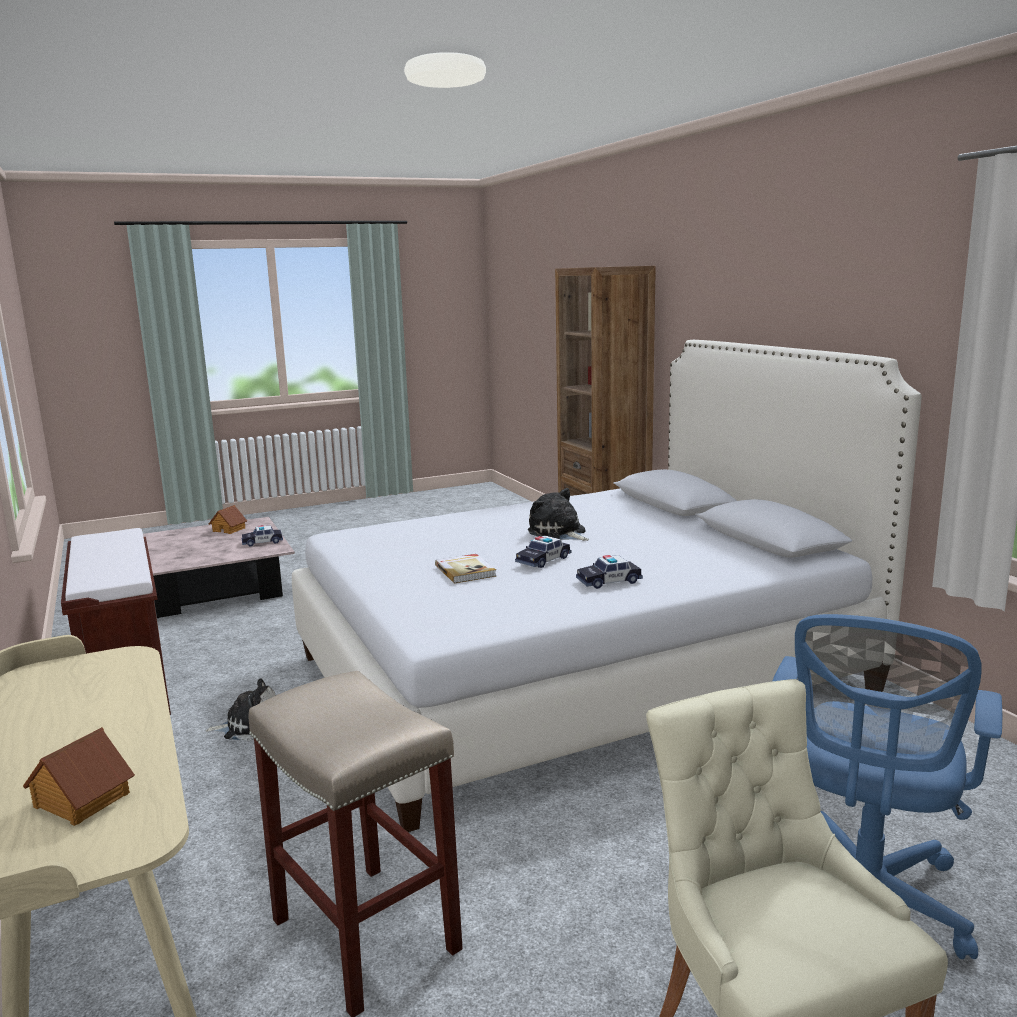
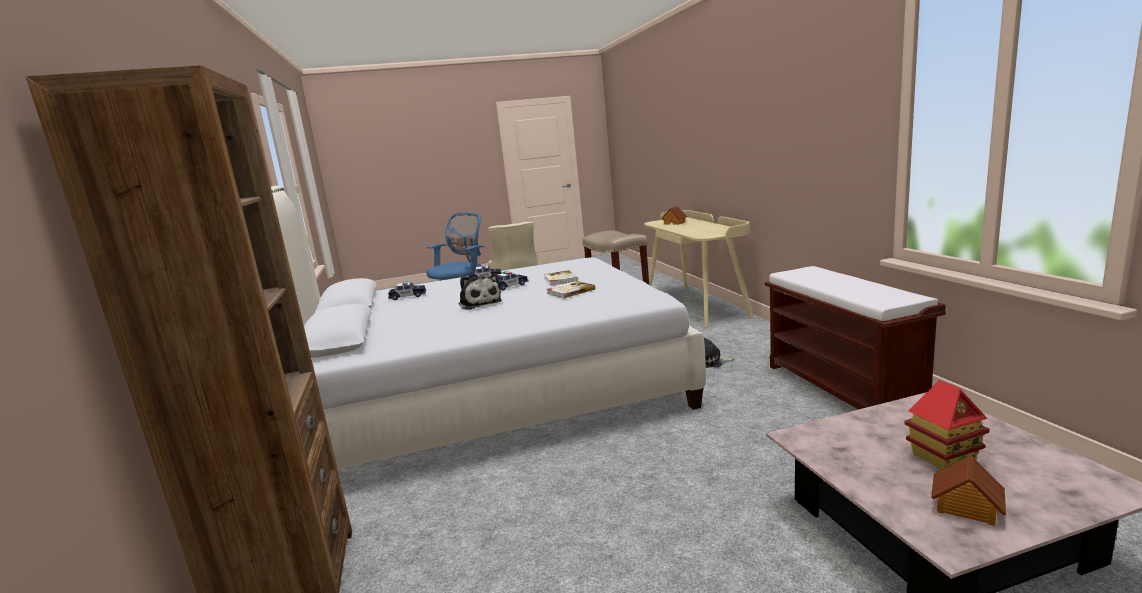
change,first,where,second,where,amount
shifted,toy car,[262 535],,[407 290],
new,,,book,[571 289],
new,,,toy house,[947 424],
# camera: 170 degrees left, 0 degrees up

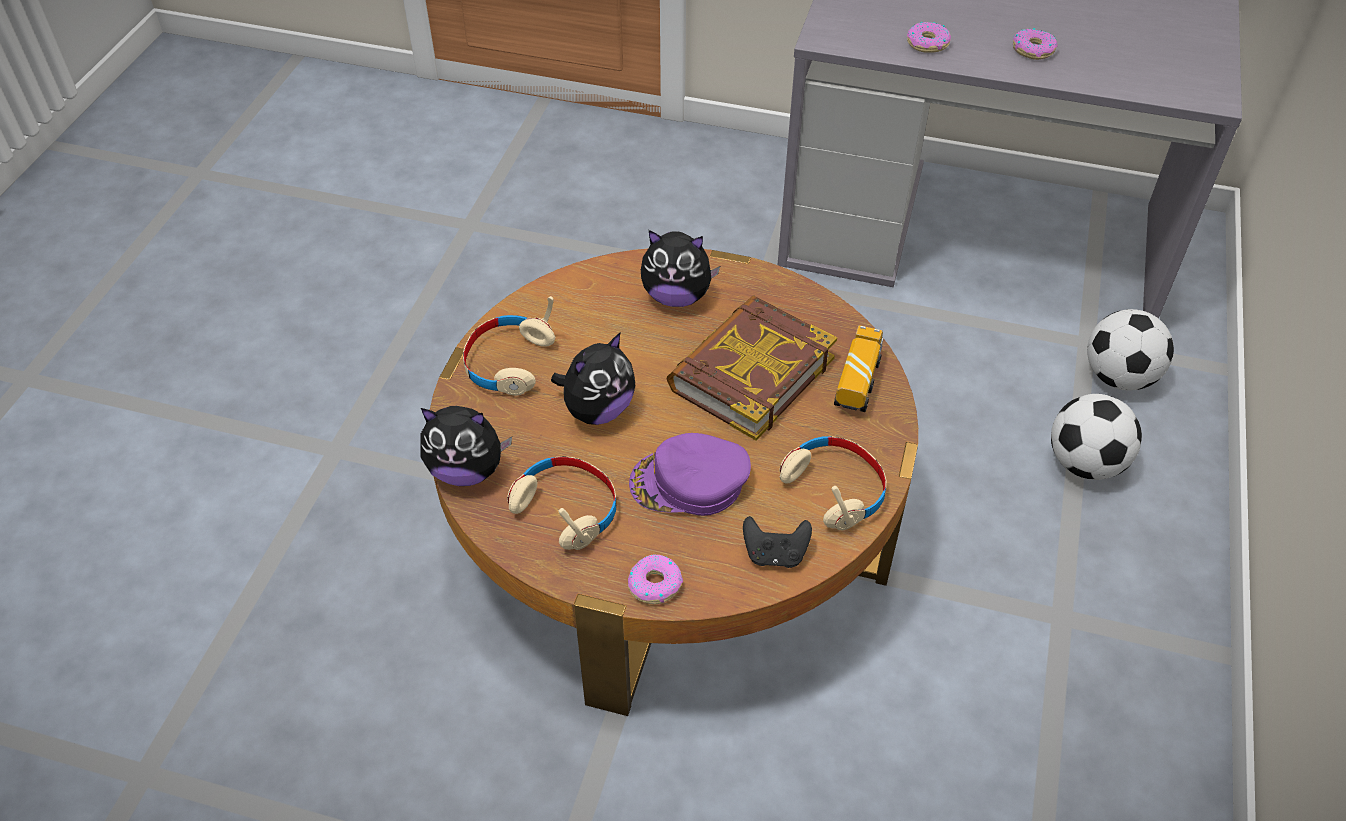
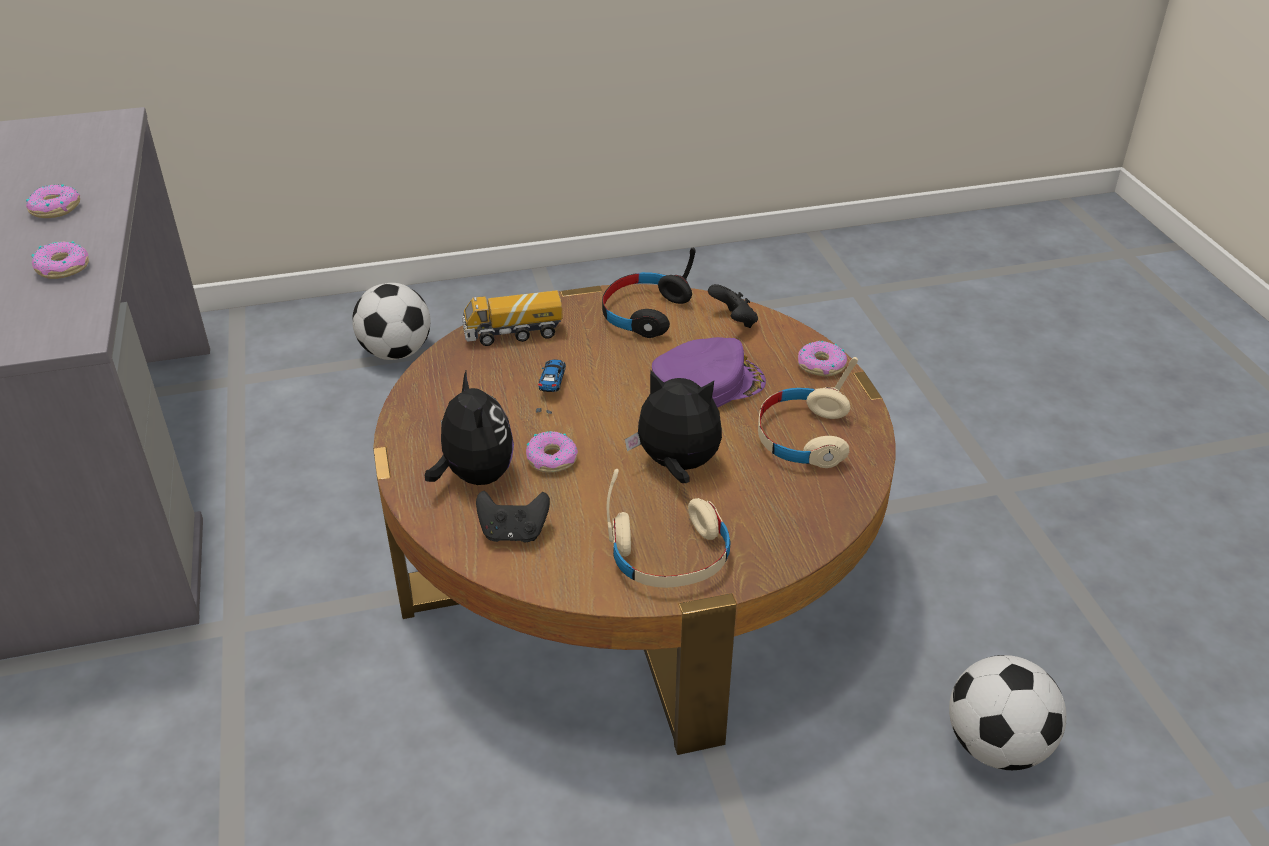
change,first,where,second,where,amount
gone,plush toy,[466 446],,,
rotated,cap (purple),[690 474],,[709 372],75 degrees counterclockwise
swapped,book,[751 368],toy car,[551 387],
repainted,headphones (beige),[832 483],headphones (black),[649 293],
shifted,football,[1130 350],,[1008 712],
new,,,game controller (black),[513 516],
new,,,donut,[552 452],
# camera: 120 degrees left, 10 degrees down

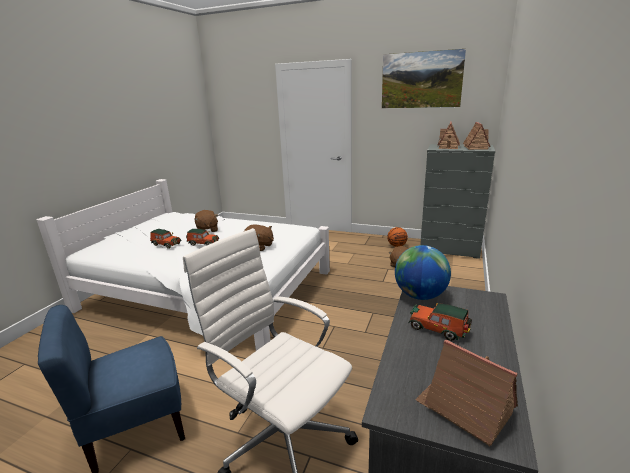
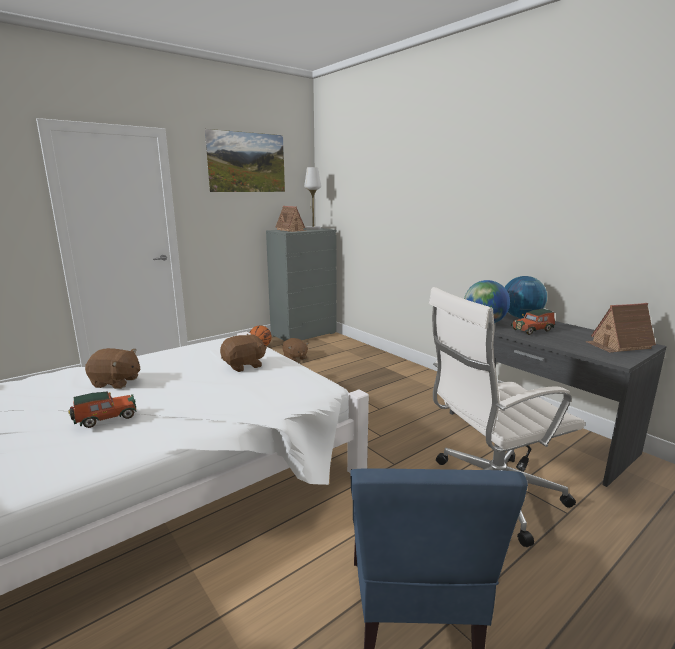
change,first,where,second,where,amount
gone,toy car,[202 237],,,
swapped,toy house,[477 136],table lamp (white),[312 198],
new,,,globe,[525 297],
# camera: 60 degrees left, 5 degrees down

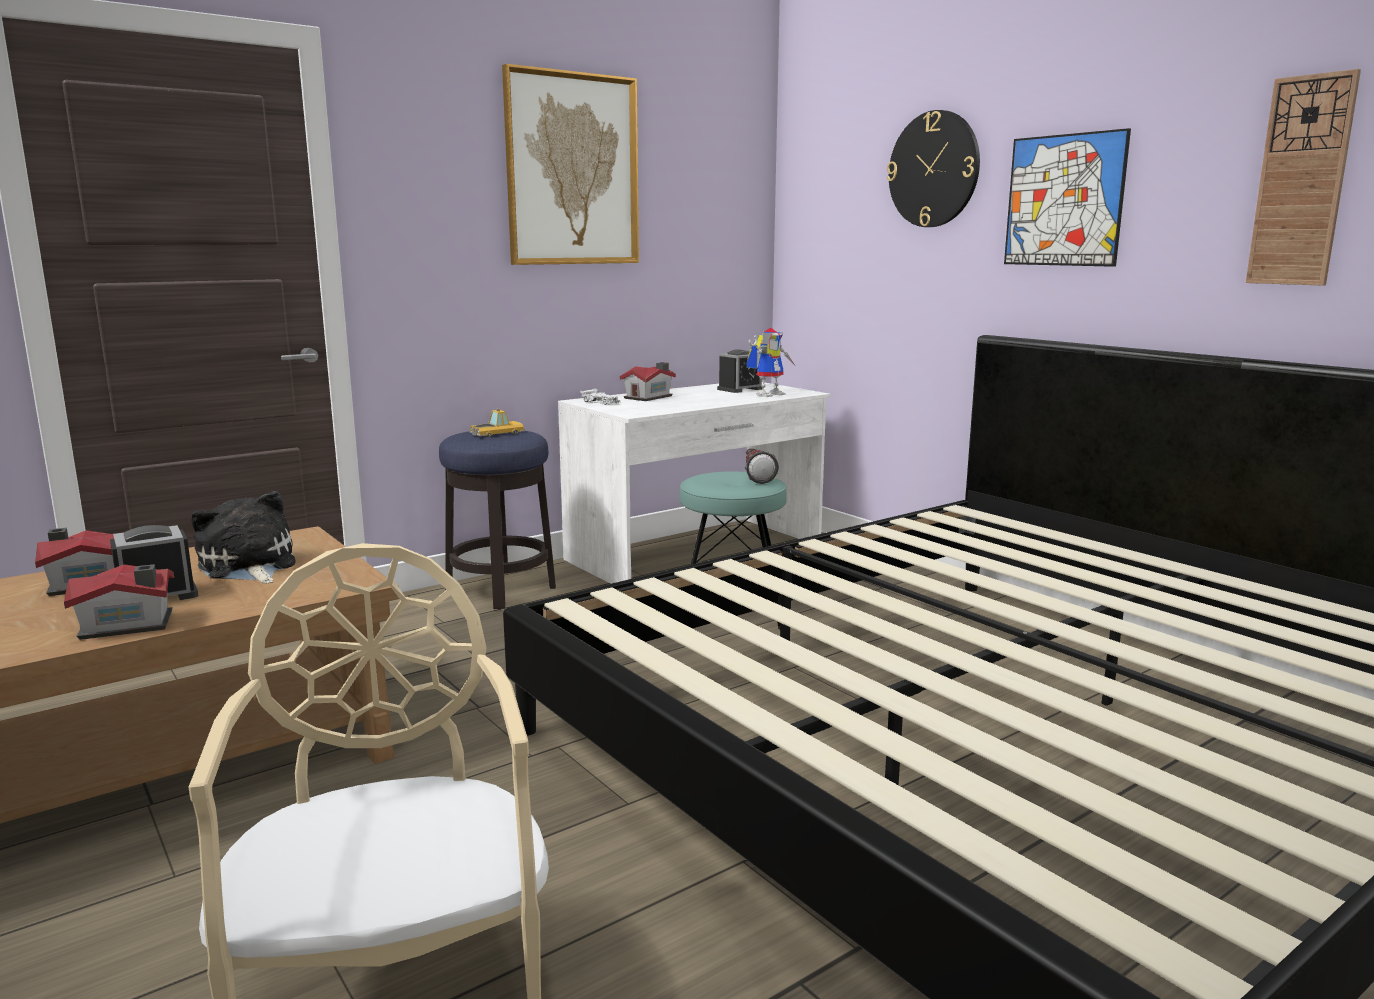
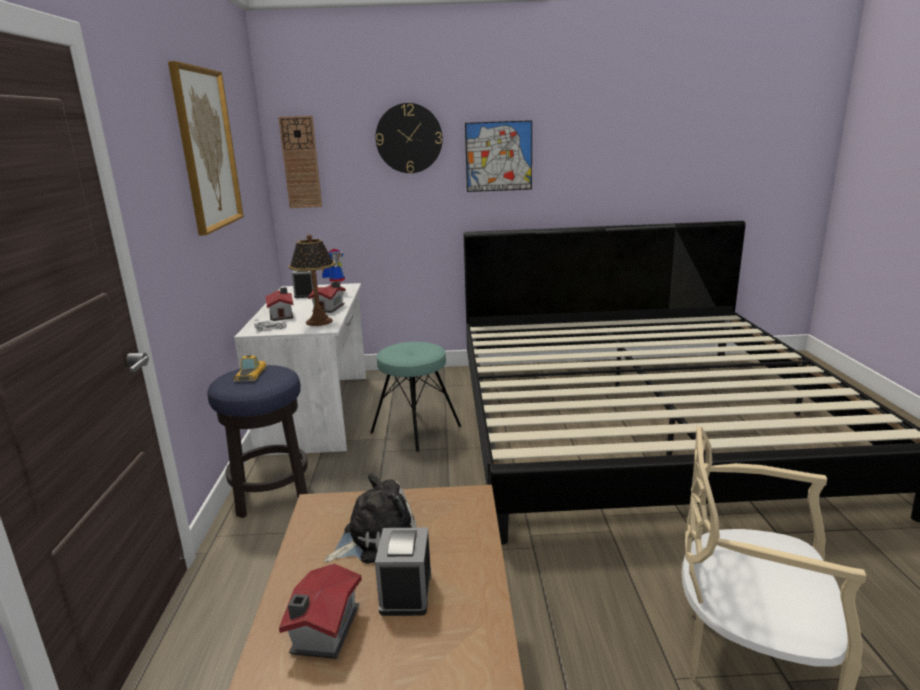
change,first,where,second,where,amount
shifted,toy house,[119 602],,[327 297],
rotated,plush toy,[243 537],,[370 518],150 degrees clockwise
gone,flashlight,[762 466],,,
shifted,wall clock,[1303 177],,[300 162],
new,,,table lamp,[312 280],
# camera: 55 degrees left, 5 degrees up

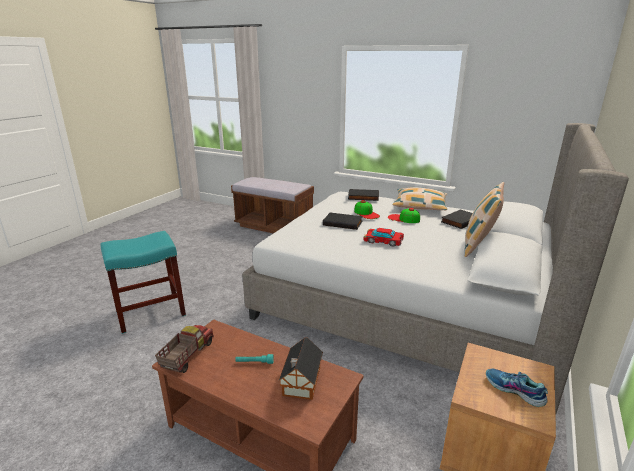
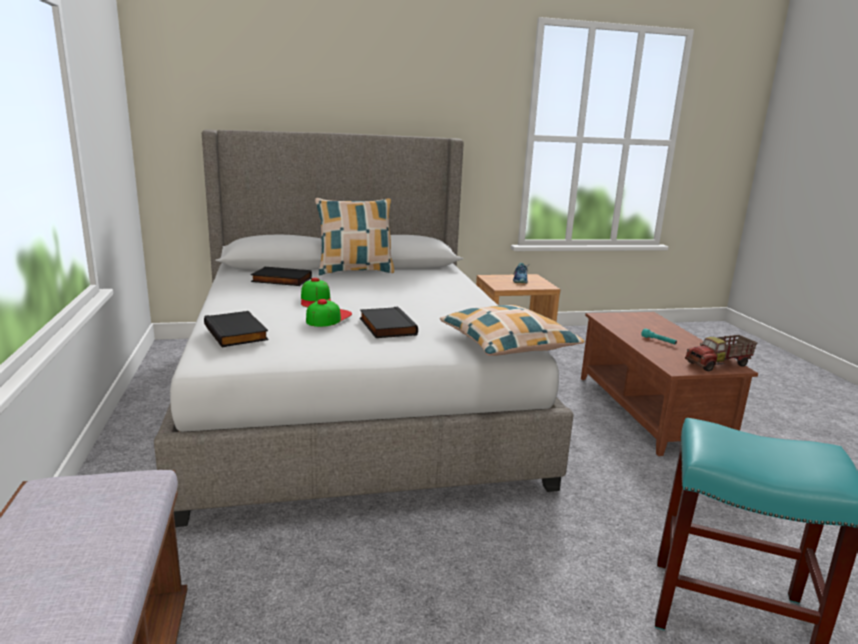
change,first,where,second,where,amount
gone,toy house,[301 368],,,
gone,toy car,[383 237],,,
shifted,pillow,[420 199],,[512 330],
# camera: 130 degrees left, 5 degrees down

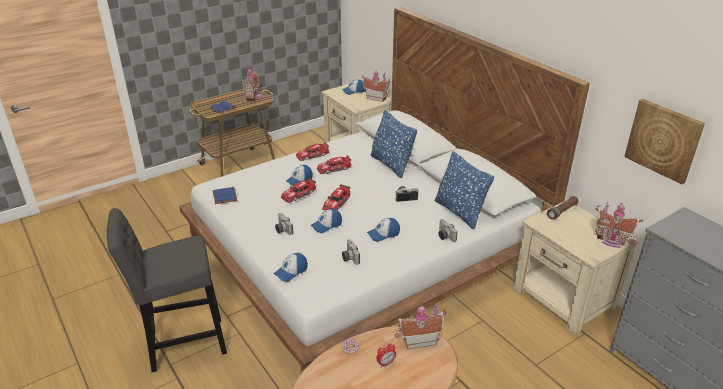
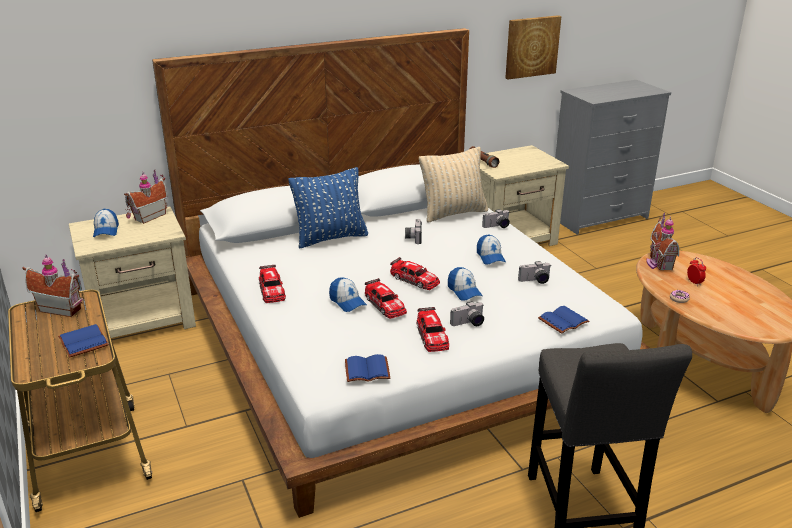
change,first,where,second,where,amount
swapped,cap,[291 267],book (blue),[564 320],
shifted,toy car,[334 164],,[433 329],
repainted,pillow (blue),[464 190],pillow (beige),[453 185],
gone,toy house,[619 224],,,
# camera: 80 degrees left, 5 degrees down

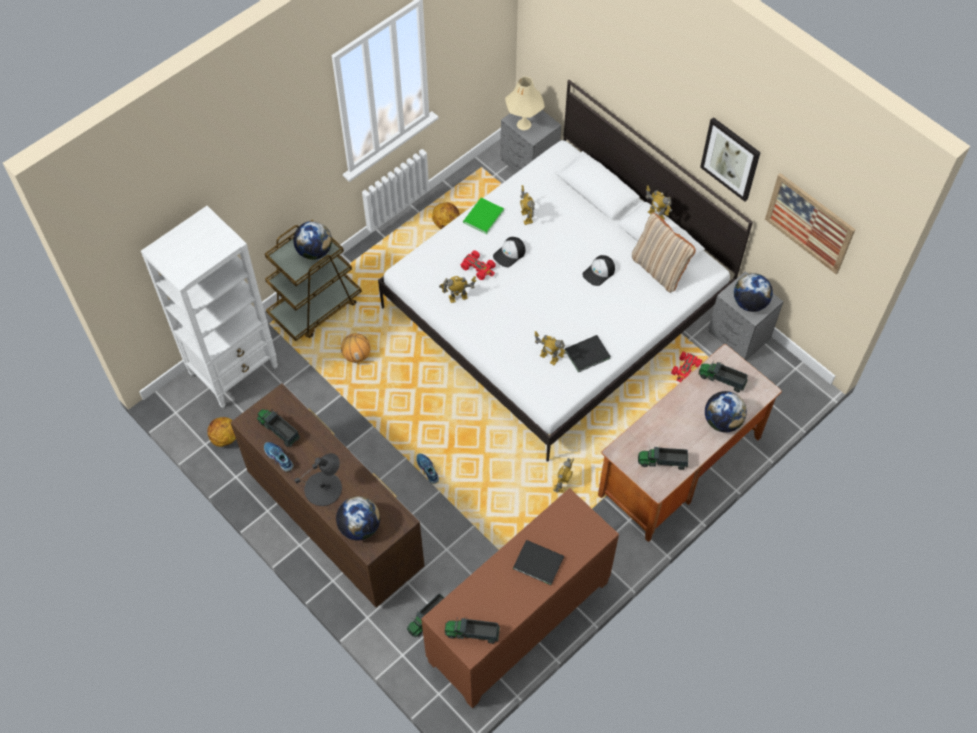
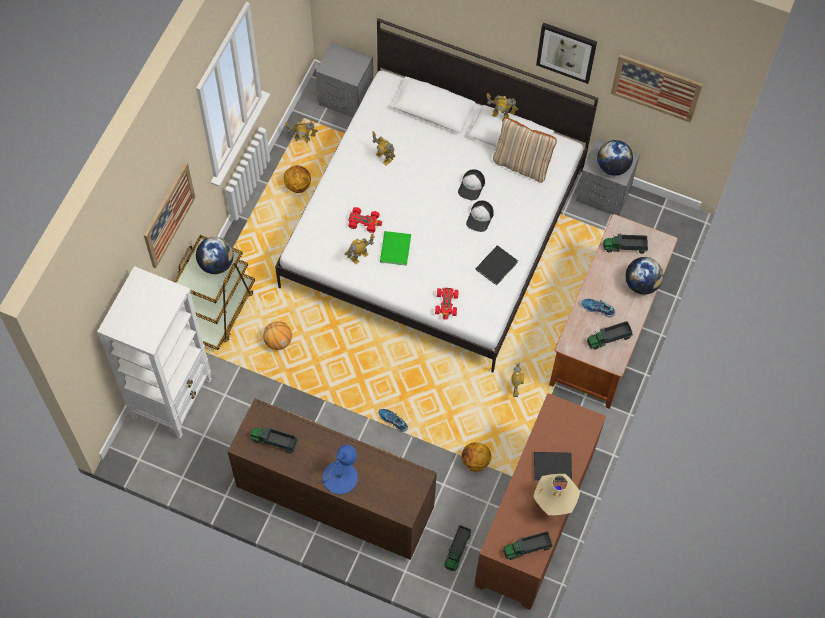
change,first,where,second,where,amount
shifted,basketball,[221 432],,[476 457],
shifted,shoe,[278 457],,[598 308],
repainted,table lamp (black),[318 479],table lamp (blue),[340 469],
gone,globe,[358 518],,,
shifted,book (green),[483 216],,[395 248],
shifted,cap,[509 252],,[480 216],
shifted,table lamp (beige),[525 103],,[556 494],
shifted,toy robot,[550 348],,[301 132],
shifted,toy car (red),[686 367],,[447 304],
new,,,picture,[170 215],
# camera: 25 degrees left, 5 degrees up

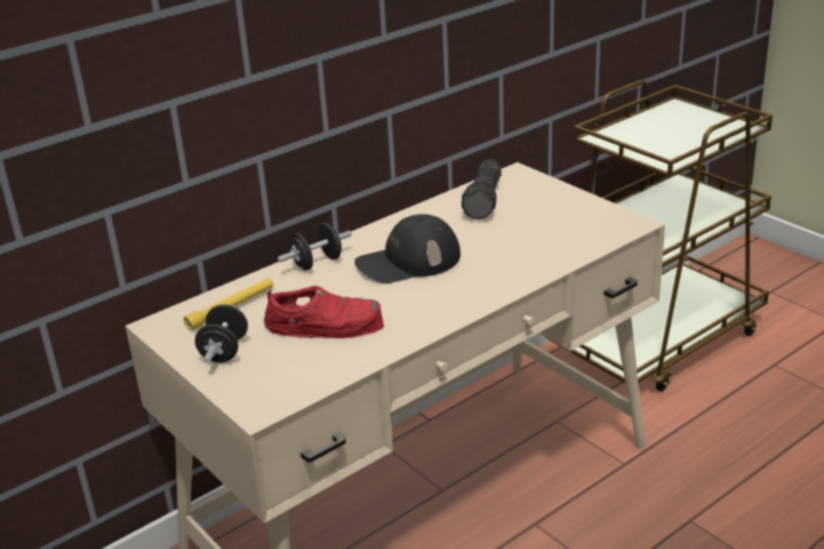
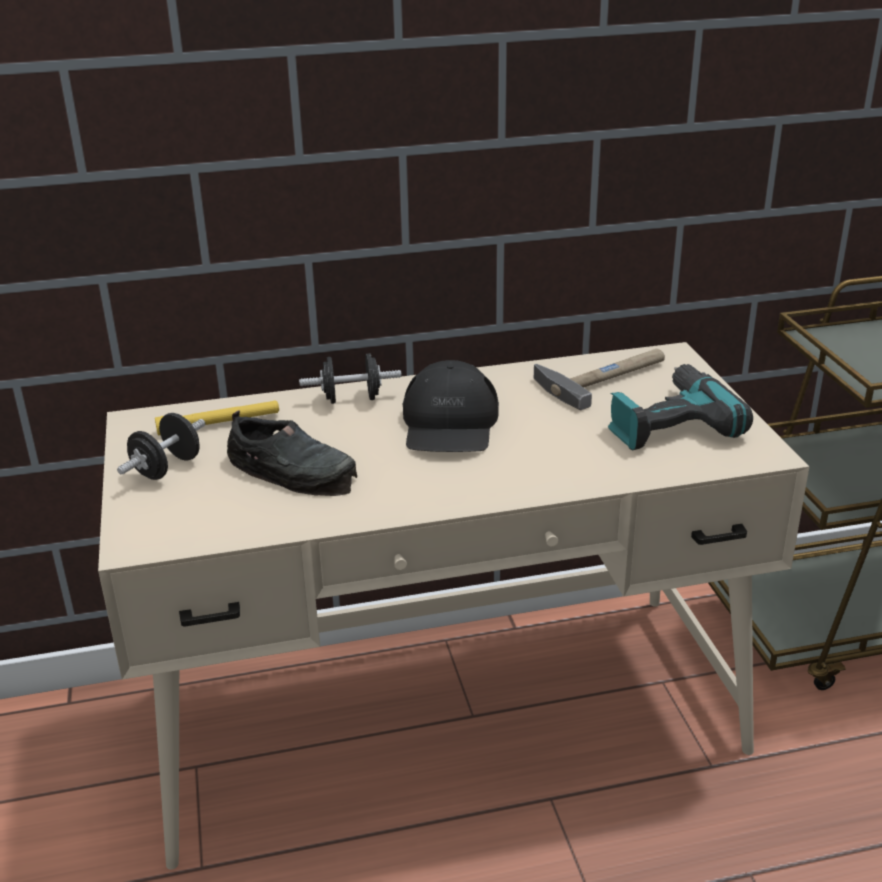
change,first,where,second,where,amount
repainted,shoe (red),[324 312],shoe (black),[292 453],
rotated,cap (black),[408 248],,[451 406],90 degrees counterclockwise
swapped,flashlight,[481 189],hammer,[599 379],
new,,,power drill,[680 407],
# camera: 25 degrees right, 0 degrees up

